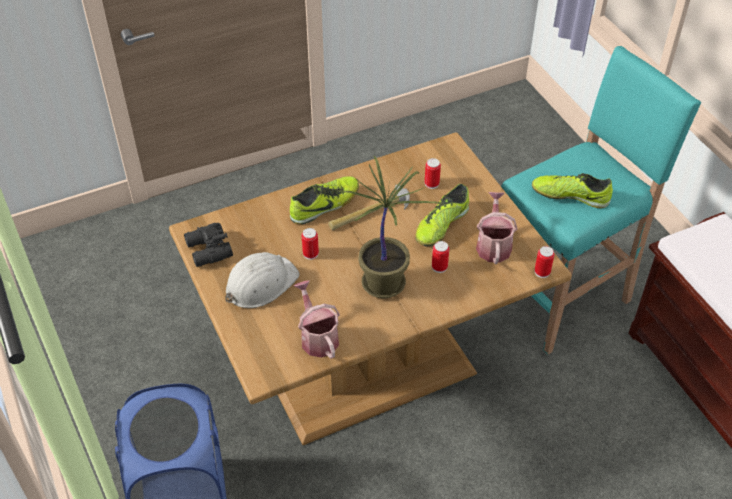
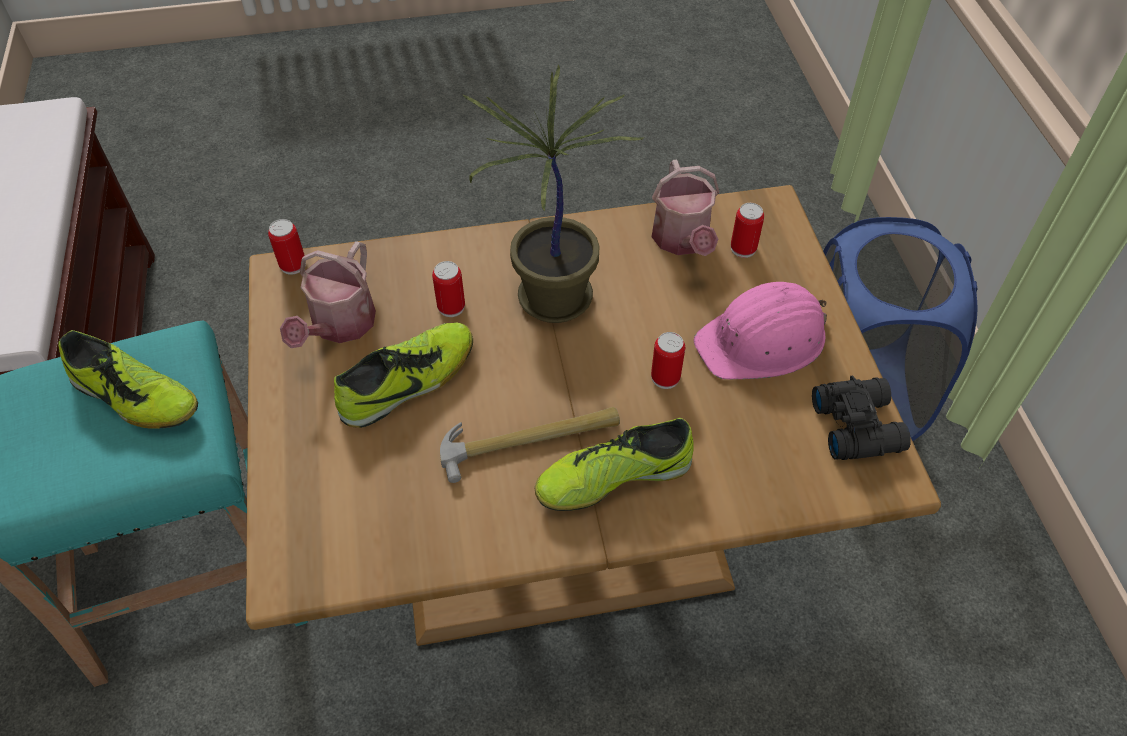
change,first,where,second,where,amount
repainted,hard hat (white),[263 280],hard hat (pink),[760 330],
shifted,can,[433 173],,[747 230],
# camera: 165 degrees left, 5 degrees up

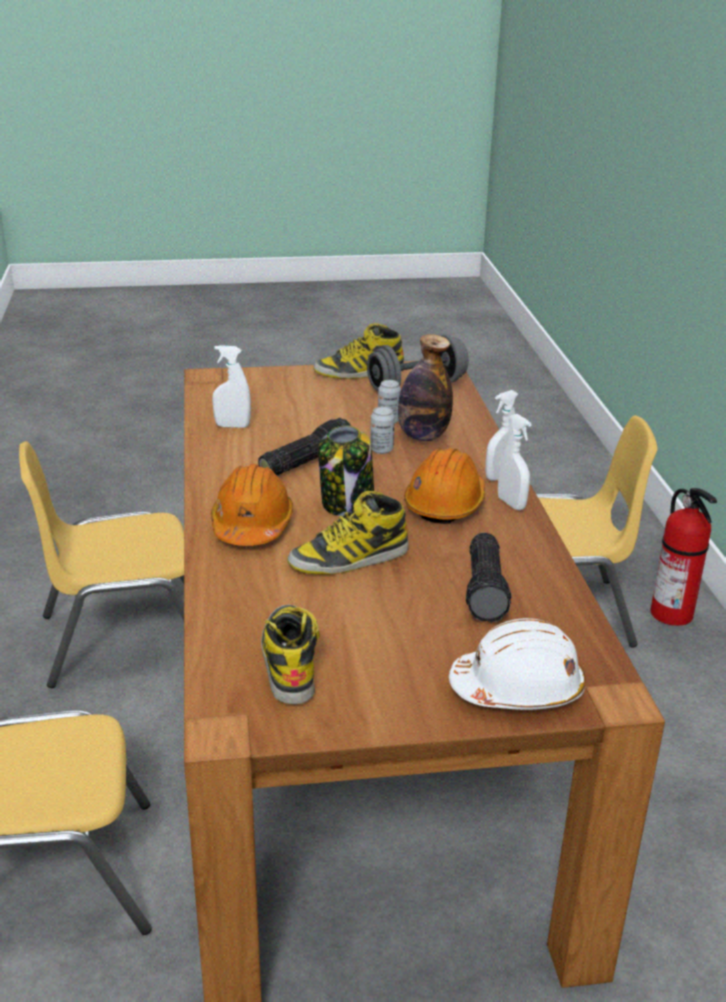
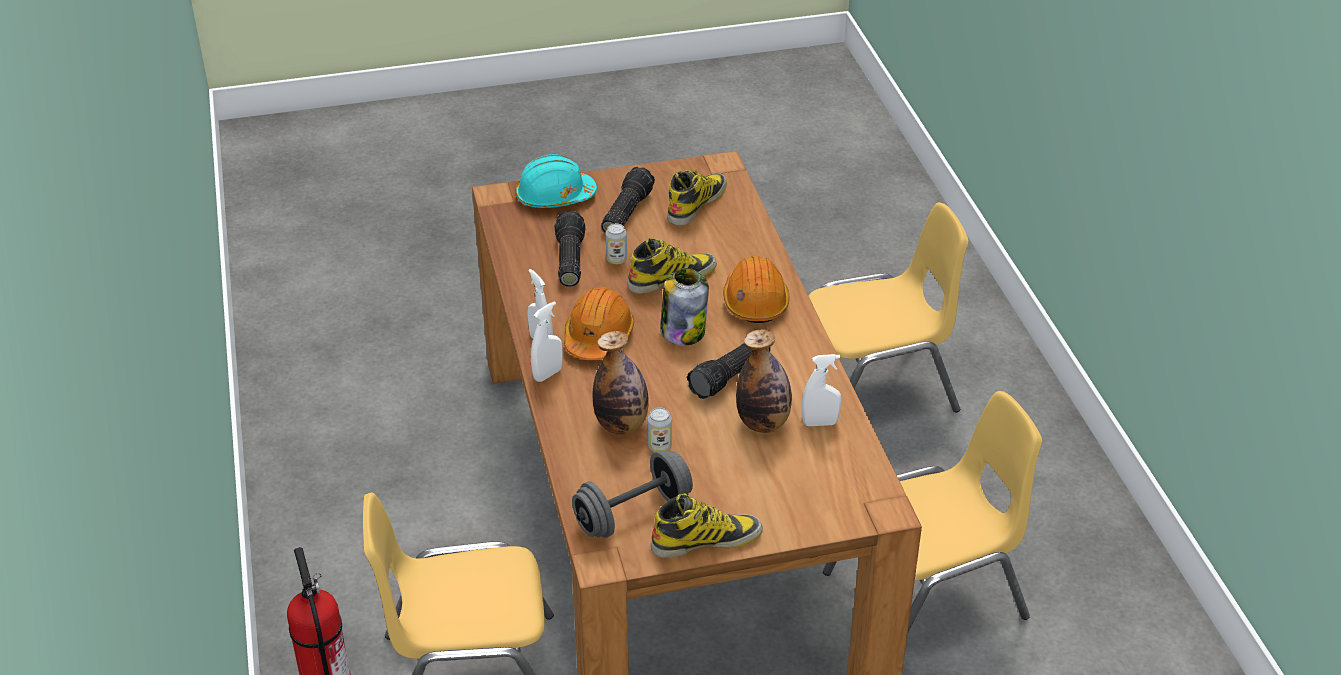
change,first,where,second,where,amount
rotated,boot,[290 654],,[697 198],135 degrees counterclockwise
shifted,can,[382 430],,[616 244],
repainted,hard hat (white),[517 664],hard hat (turquoise),[556 181],
new,,,flashlight,[628 200],
new,,,bottle,[764 381],
# camera: 175 degrees right, 10 degrees up

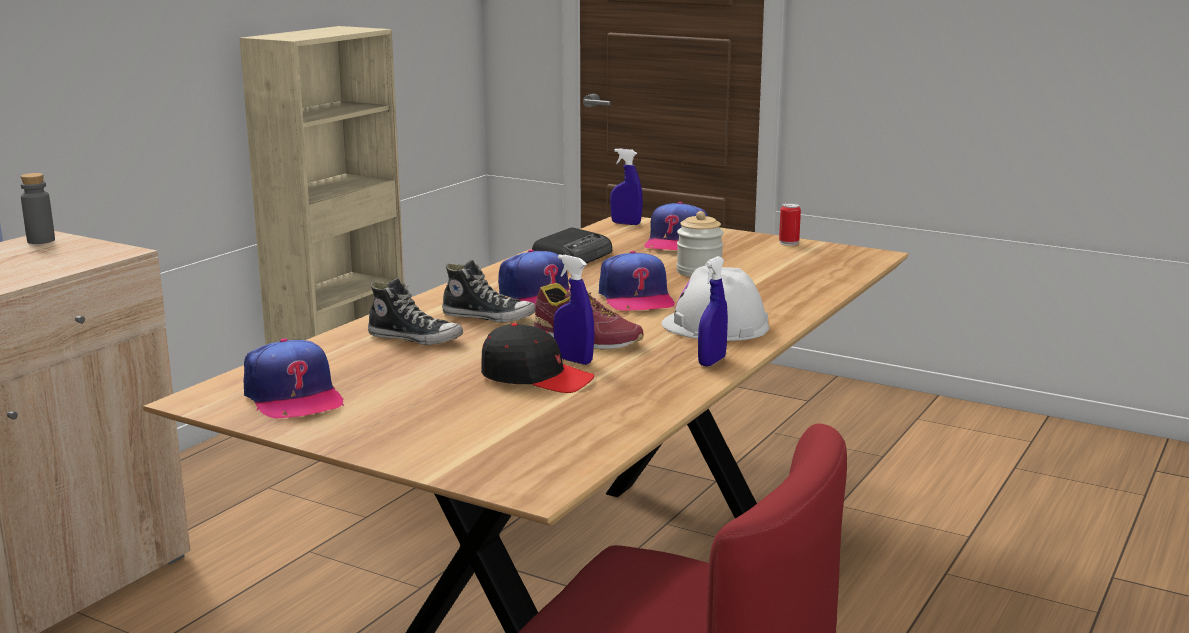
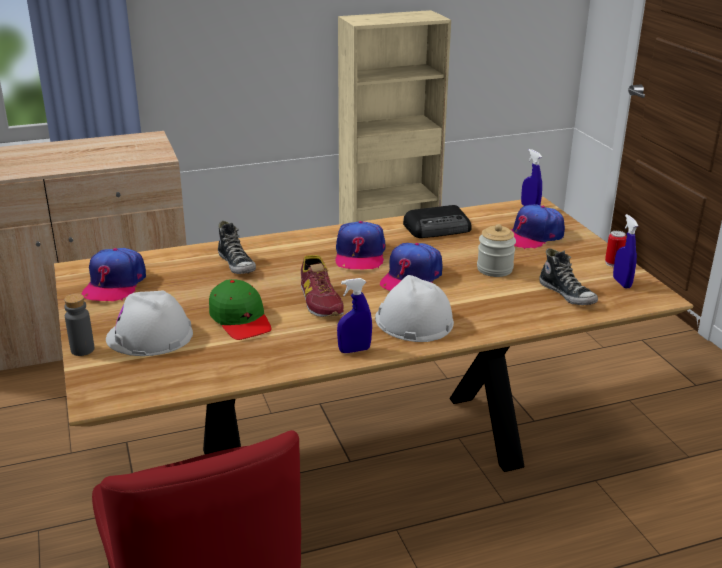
change,first,where,second,where,amount
shifted,bottle (grey),[37 208],,[79 325],
shifted,shoe,[488 291],,[568 276],
repainted,cap (black),[538 358],cap (green),[240 309],
shifted,spray bottle (blue),[574 309],,[625 251],
new,,,hard hat (white),[149 323],
# camera: 40 degrees right, 10 degrees up

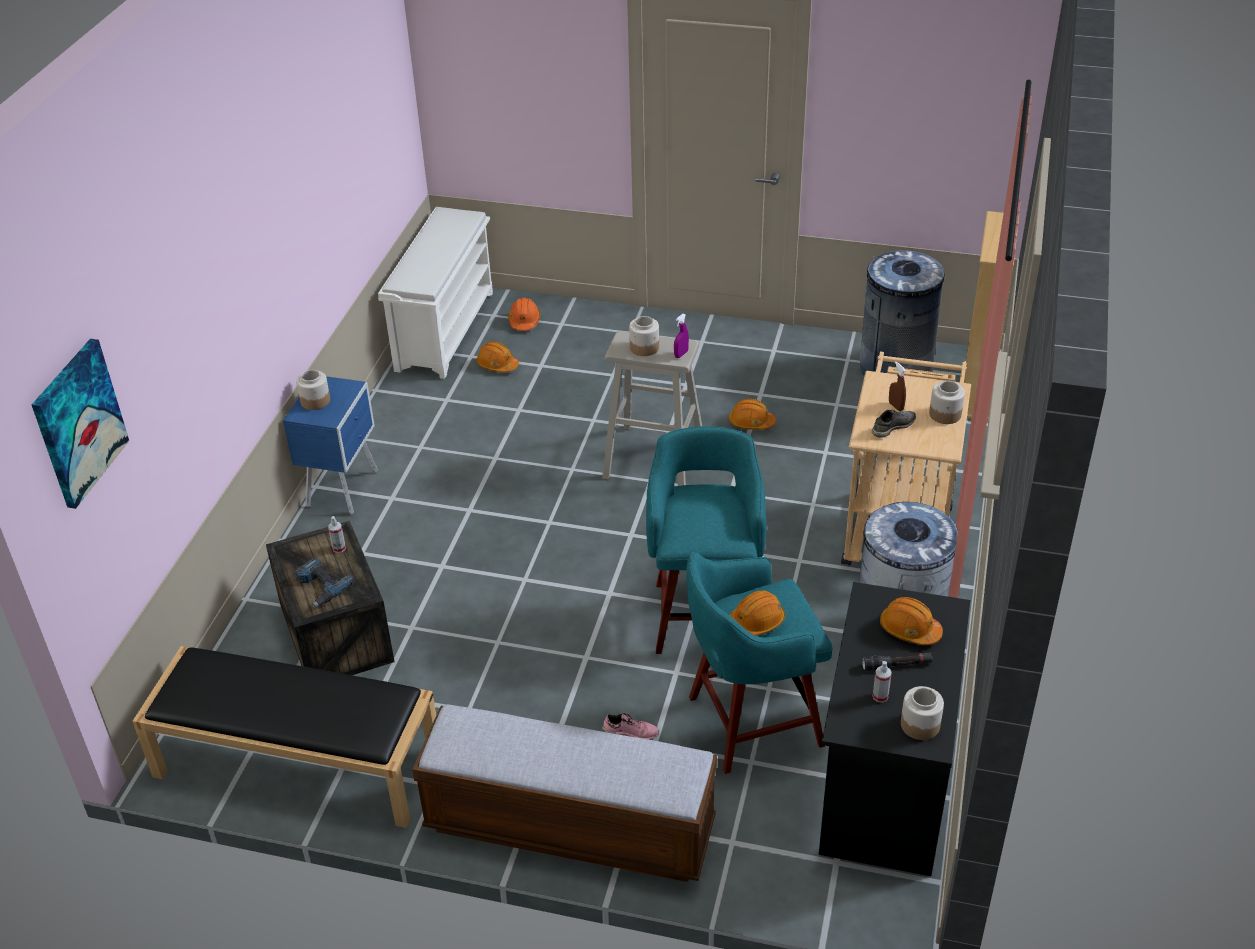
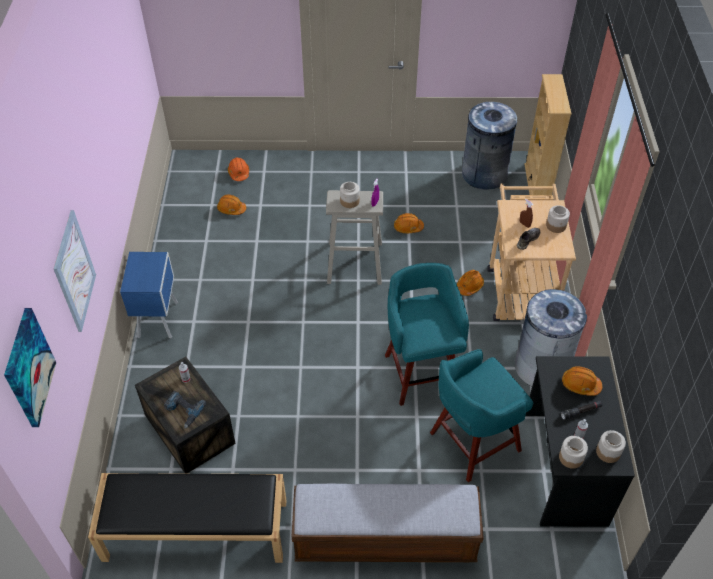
change,first,where,second,where,amount
shifted,jar,[313 390],,[573 452],
gone,shoe rack (white),[435 293],,,
gone,shoe (pink),[630 726],,,
shifted,hard hat (orange),[757 613],,[470 283],
new,,,picture,[75 271],
# camera: 15 degrees left, 10 degrees up

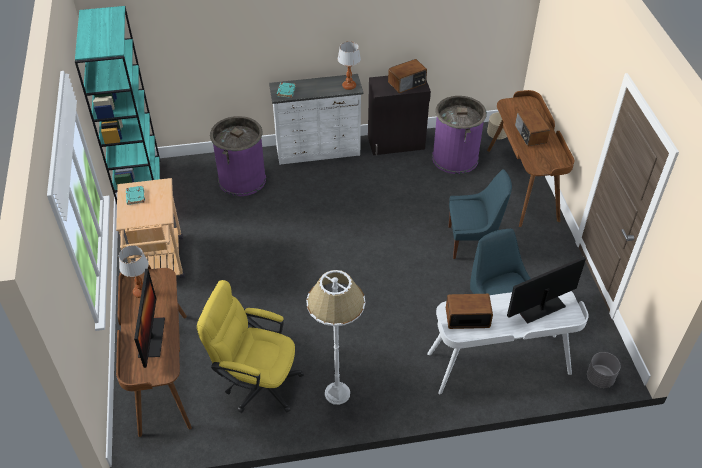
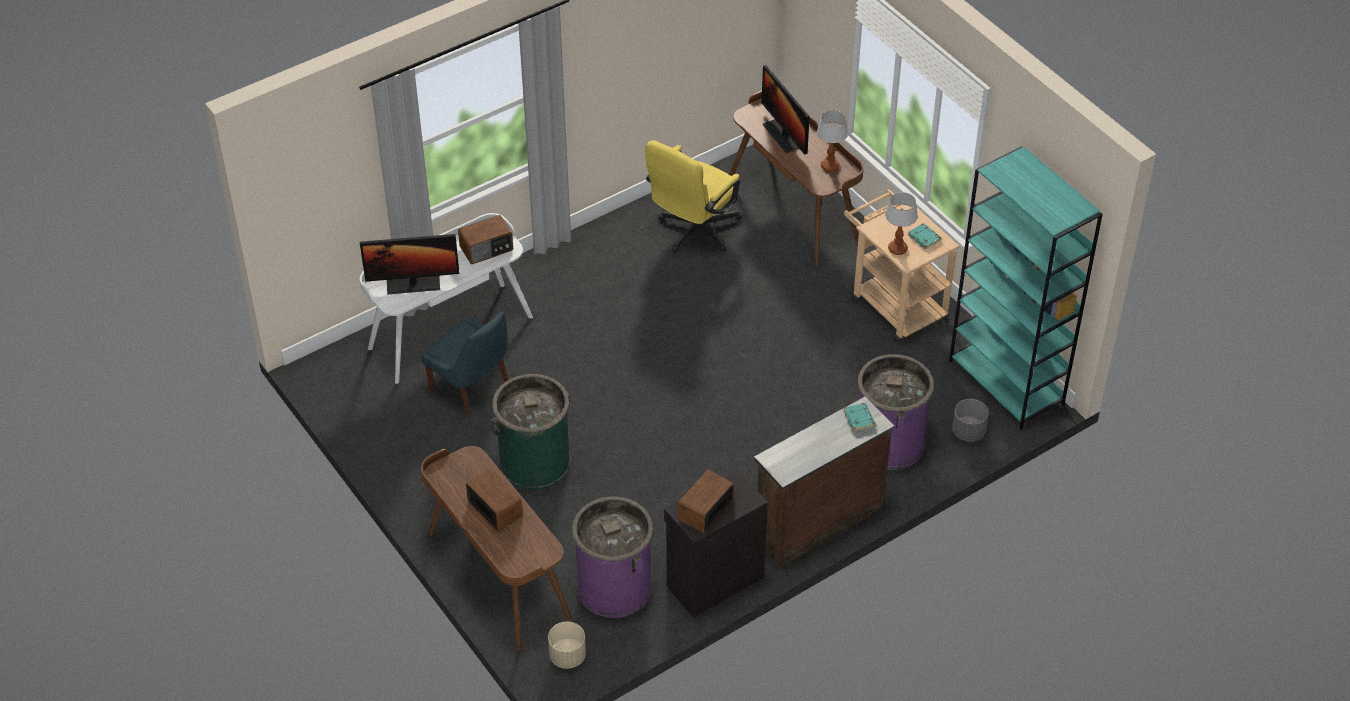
change,first,where,second,where,amount
rotated,office chair (yellow),[250 346],,[693 196],135 degrees clockwise
repainted,dresser (white),[316 119],dresser (brown),[824 482],
gone,floor lamp (white),[335 337],,,
shifted,table lamp,[349 65],,[901 223],
swapped,chair (blue),[480 214],trash can (green),[531 432],
rotated,monitor,[546 290],,[409 264],45 degrees clockwise
shifted,planter (grey),[604 370],,[970 420],
# camera: 155 degrees right, 0 degrees up

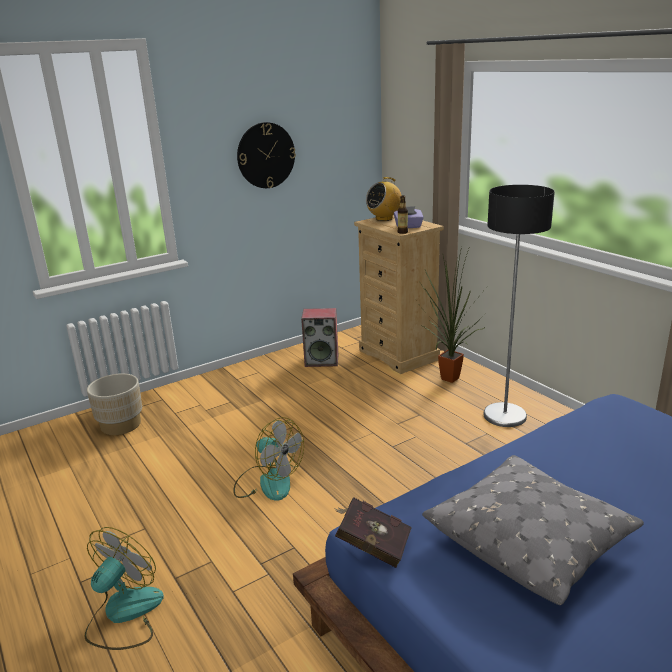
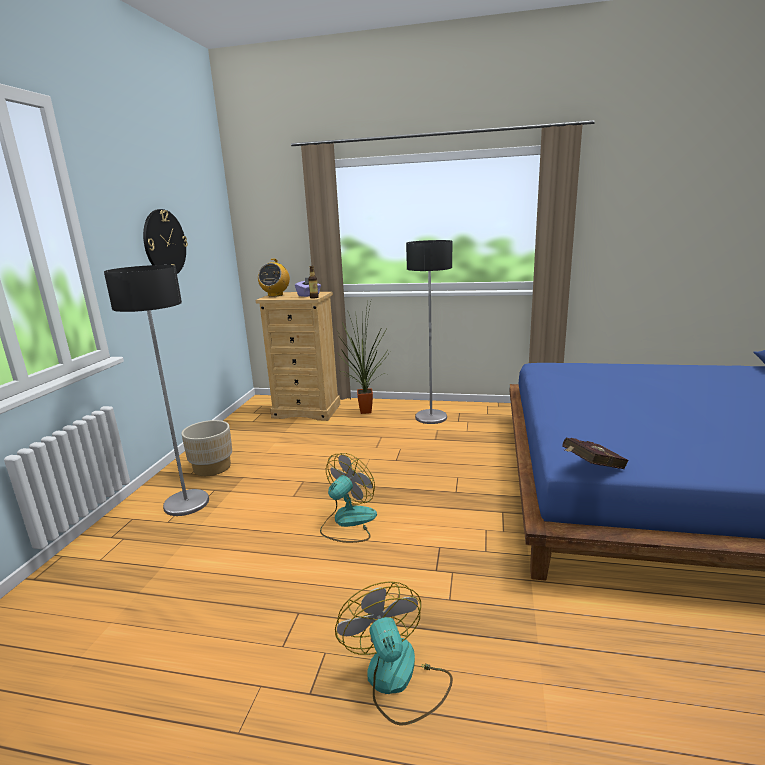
change,first,where,second,where,amount
shifted,planter (beige),[114 404],,[206 448],
rotated,fan,[268 459],,[348 498],45 degrees counterclockwise
gone,speaker,[319 337],,,
gone,pillow (grey),[533 530],,,
new,,,floor lamp,[156 390],
# camera: 45 degrees left, 5 degrees down

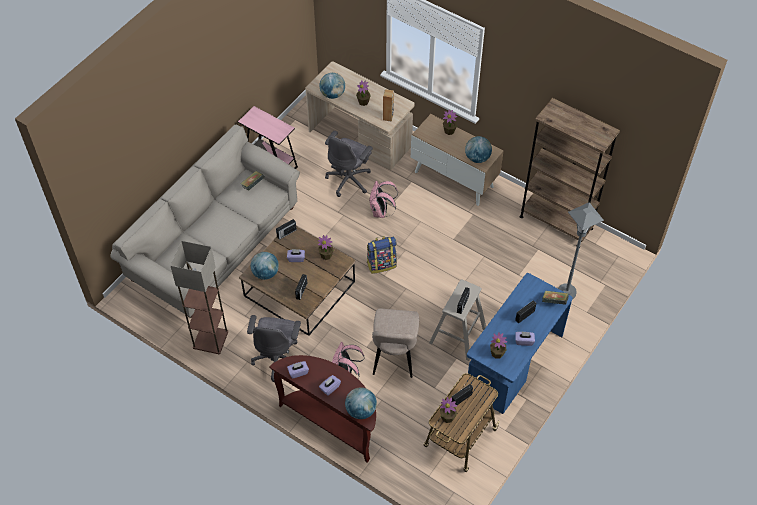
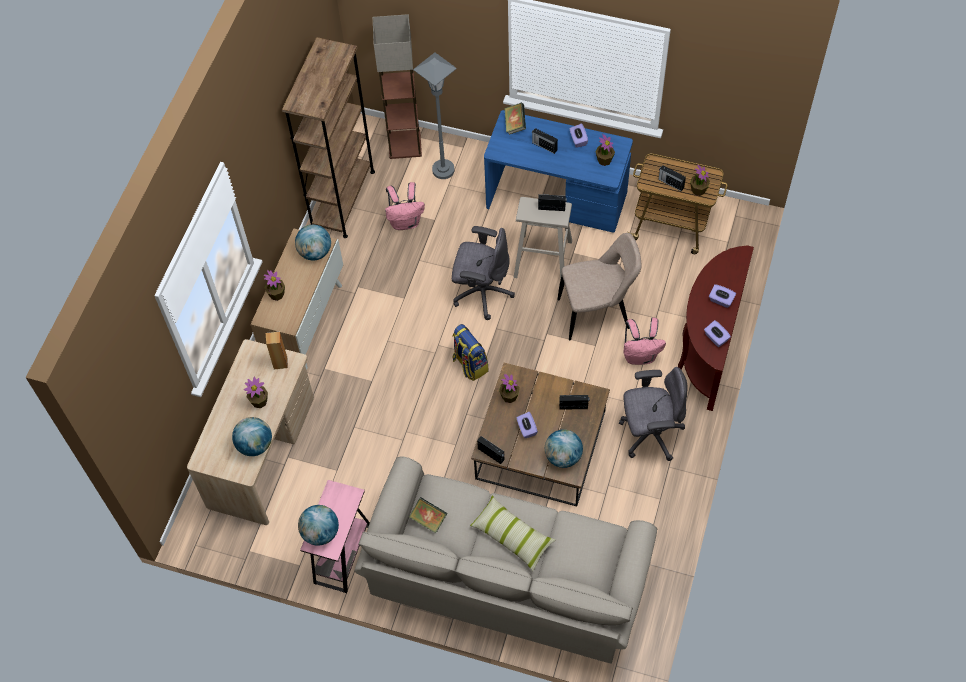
change,first,where,second,where,amount
shifted,floor lamp,[199 297],,[397 86],
shifted,office chair (grey),[349 164],,[483 273],
shifted,globe,[361 403],,[318 525],
shifted,backpack (pink),[384 199],,[405 206],
new,,,pillow,[513 533],
# camera: 105 degrees left, 5 degrees up

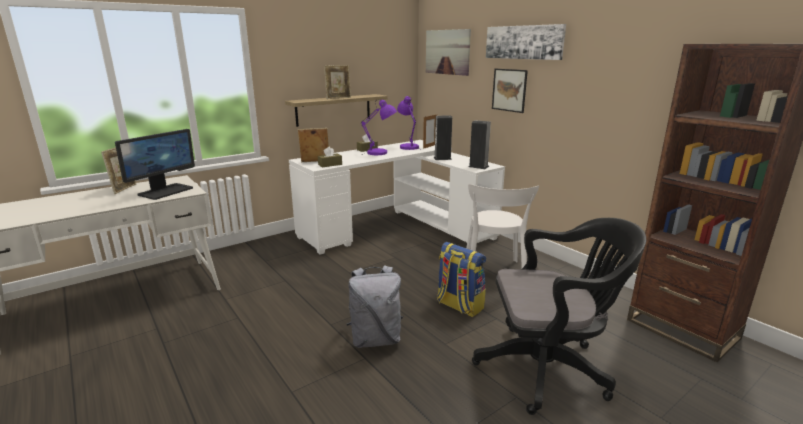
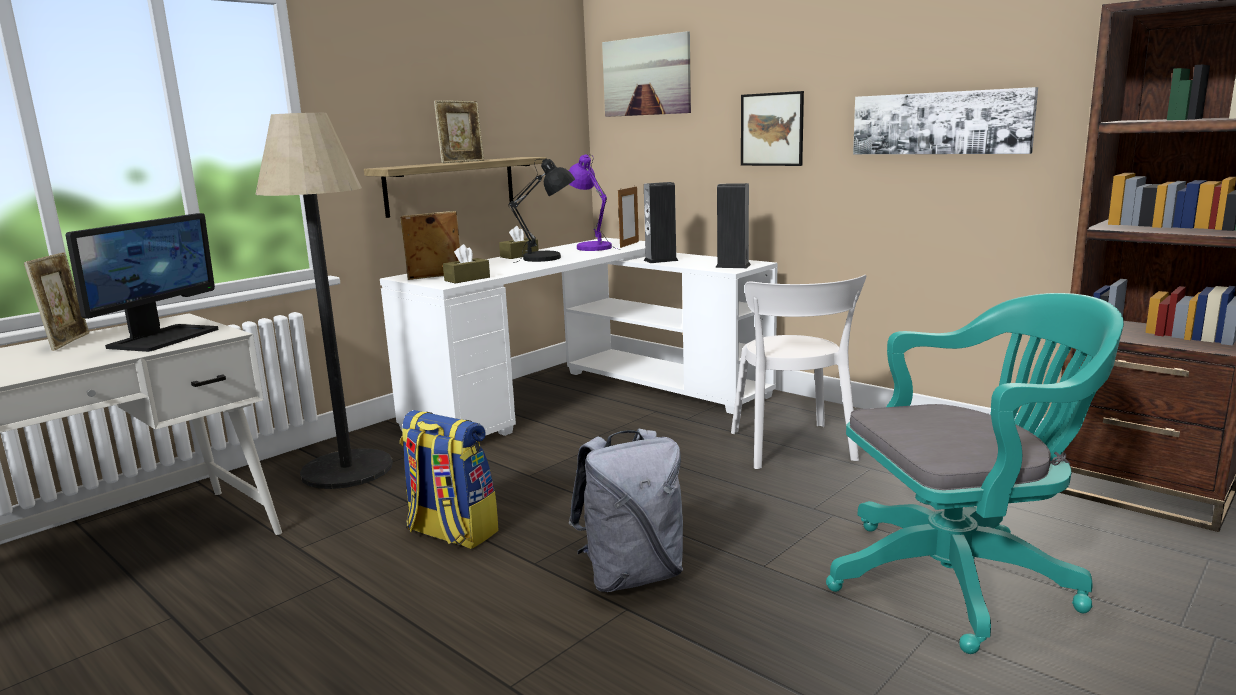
change,first,where,second,where,amount
repainted,table lamp (purple),[379 127],table lamp (black),[541 210],
shifted,backpack,[461 279],,[449 479],
repainted,office chair (black),[559 316],office chair (turquoise),[975 473],
shifted,picture,[526 42],,[945 120],
new,,,floor lamp,[324 301],
# camera: 10 degrees left, 5 degrees down

